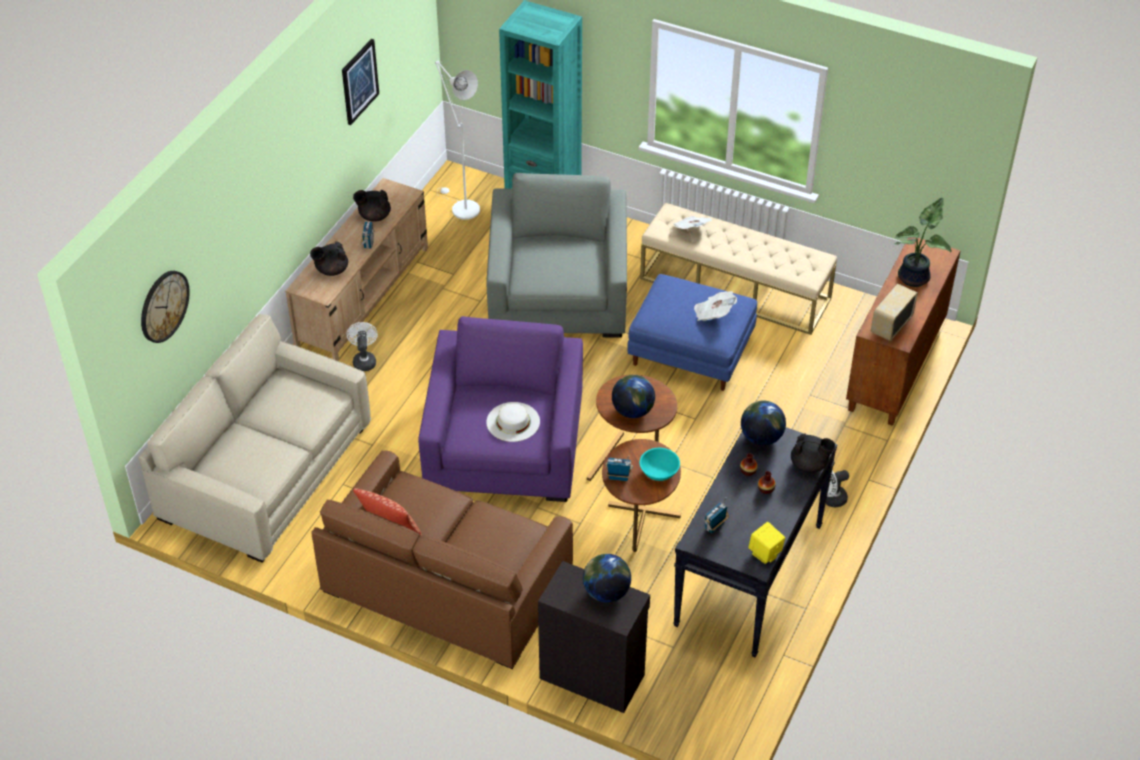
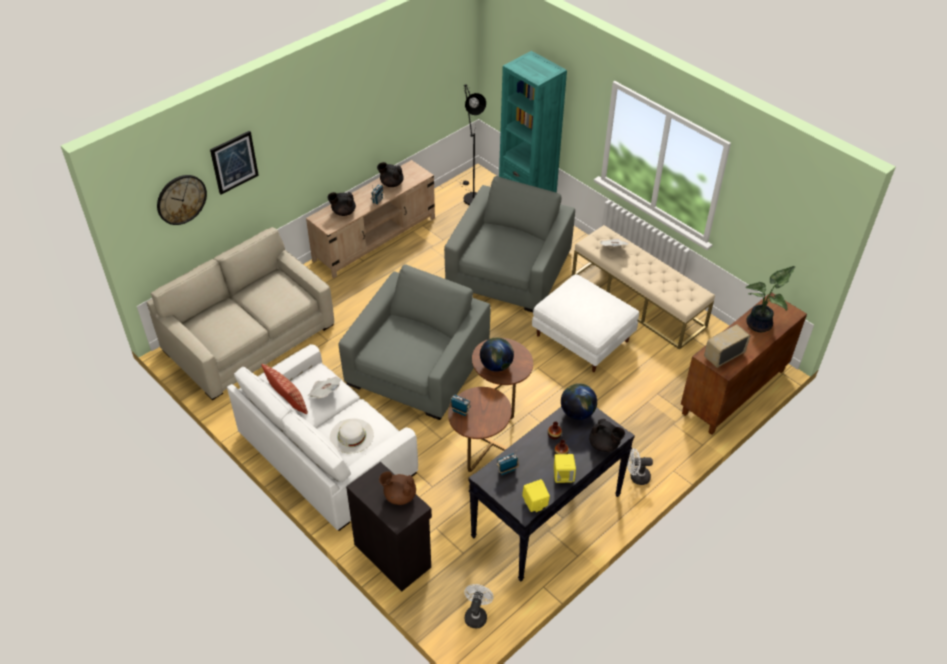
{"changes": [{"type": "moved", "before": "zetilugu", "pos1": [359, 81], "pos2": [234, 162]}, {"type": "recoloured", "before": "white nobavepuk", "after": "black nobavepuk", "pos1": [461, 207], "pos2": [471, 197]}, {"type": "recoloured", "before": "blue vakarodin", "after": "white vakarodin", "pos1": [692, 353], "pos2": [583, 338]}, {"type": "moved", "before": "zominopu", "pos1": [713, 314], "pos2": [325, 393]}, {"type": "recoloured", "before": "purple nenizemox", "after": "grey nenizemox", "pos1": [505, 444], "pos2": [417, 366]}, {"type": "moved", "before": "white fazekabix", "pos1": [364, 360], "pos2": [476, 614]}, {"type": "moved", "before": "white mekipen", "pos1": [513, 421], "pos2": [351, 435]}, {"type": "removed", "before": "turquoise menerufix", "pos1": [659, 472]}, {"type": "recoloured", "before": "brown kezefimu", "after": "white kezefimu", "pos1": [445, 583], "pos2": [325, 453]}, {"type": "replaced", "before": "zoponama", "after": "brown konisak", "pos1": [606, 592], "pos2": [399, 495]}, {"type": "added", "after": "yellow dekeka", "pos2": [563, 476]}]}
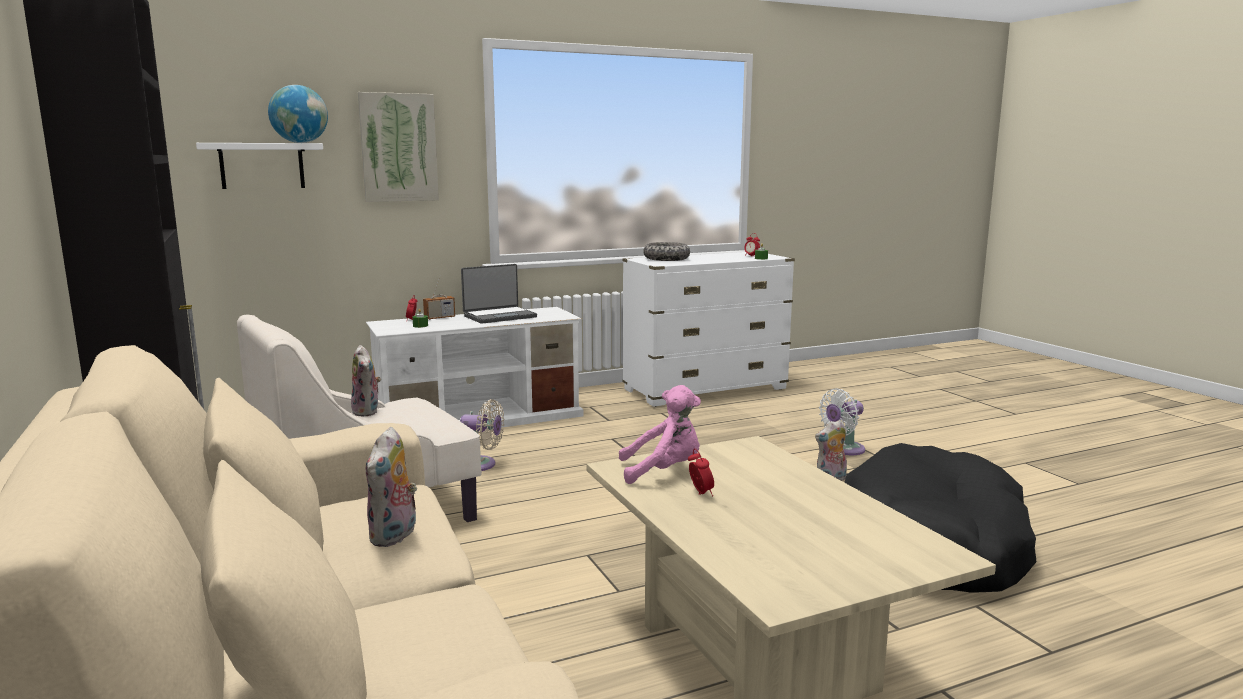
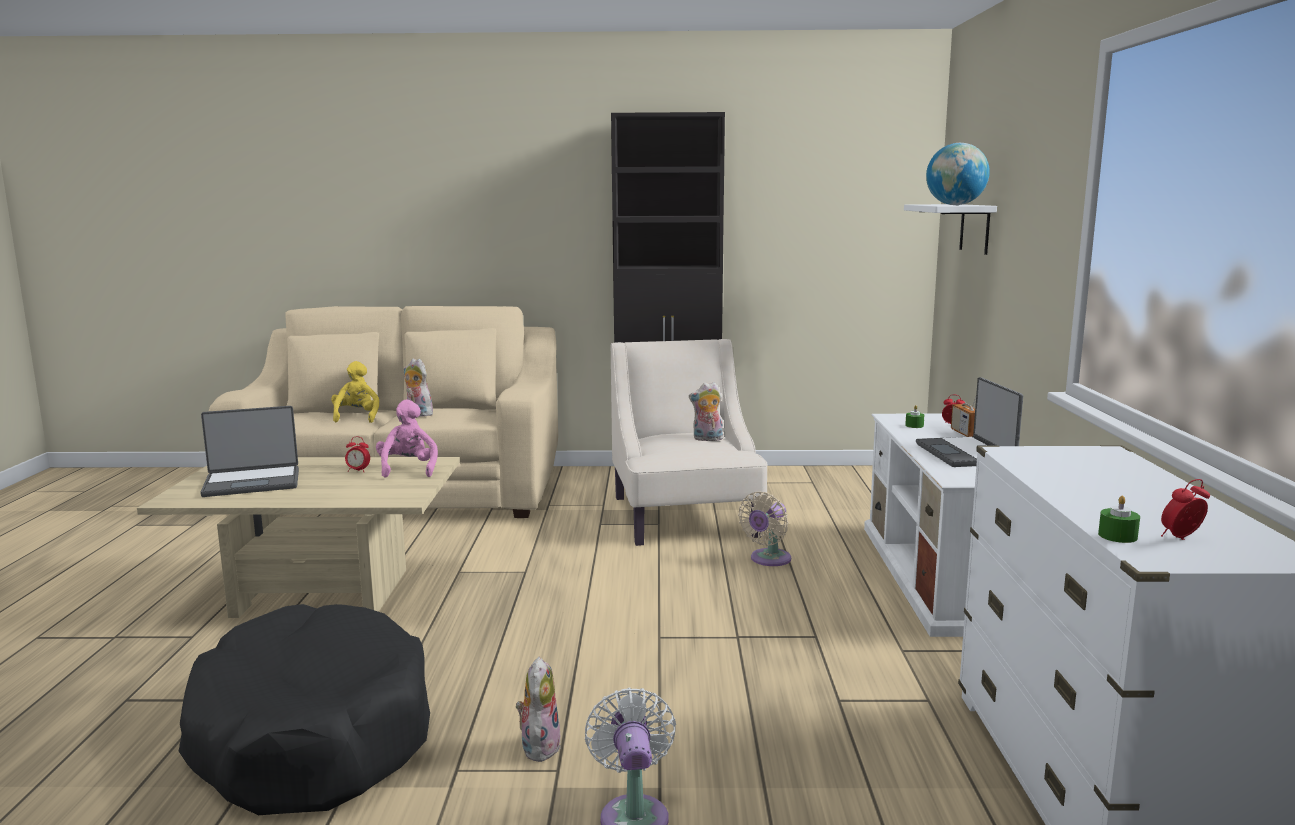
{"changes": [{"type": "removed", "before": "zetilugu", "pos1": [398, 147]}, {"type": "removed", "before": "menerufix", "pos1": [666, 259]}, {"type": "turned", "before": "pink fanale", "pos1": [663, 471], "pos2": [408, 469], "turn": 150}, {"type": "added", "after": "yellow fanale", "pos2": [357, 417]}, {"type": "added", "after": "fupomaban", "pos2": [252, 482]}]}
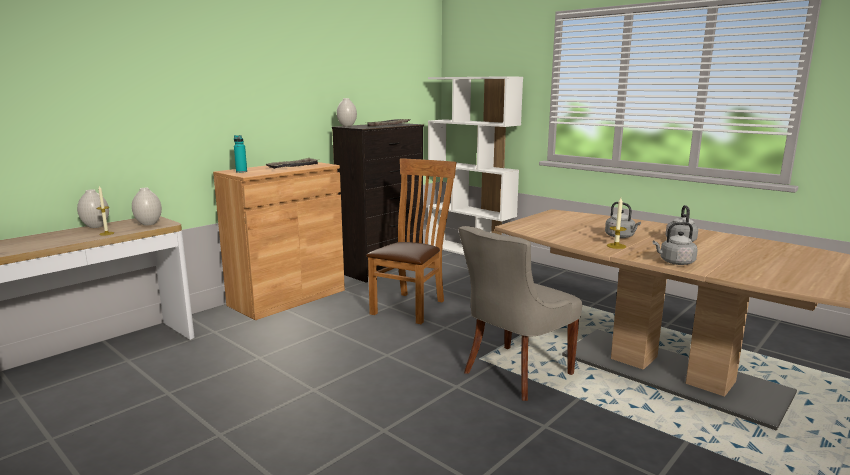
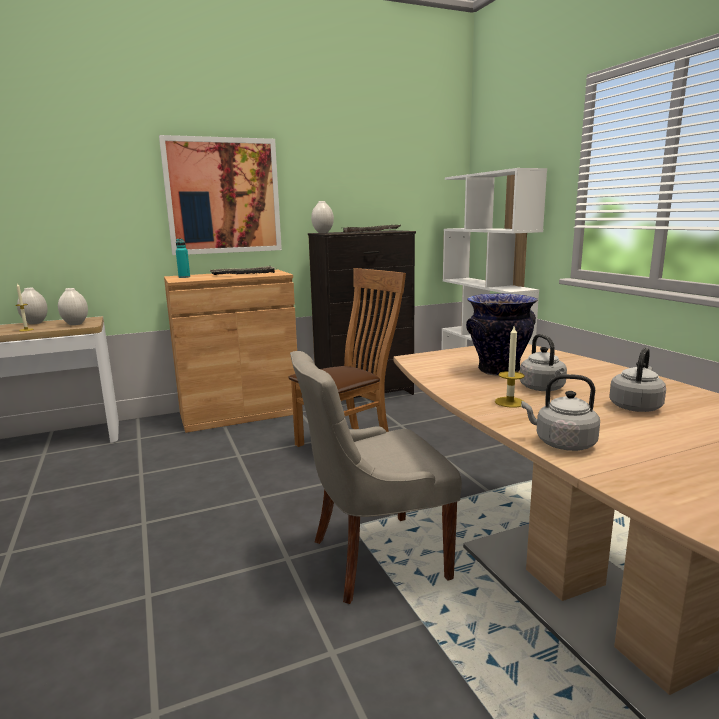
{"changes": [{"type": "added", "after": "zetilugu", "pos2": [223, 196]}, {"type": "added", "after": "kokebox", "pos2": [498, 370]}]}
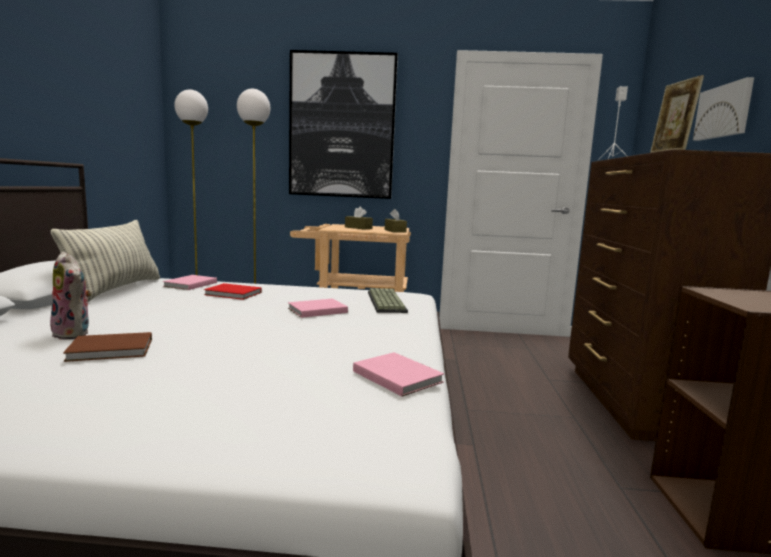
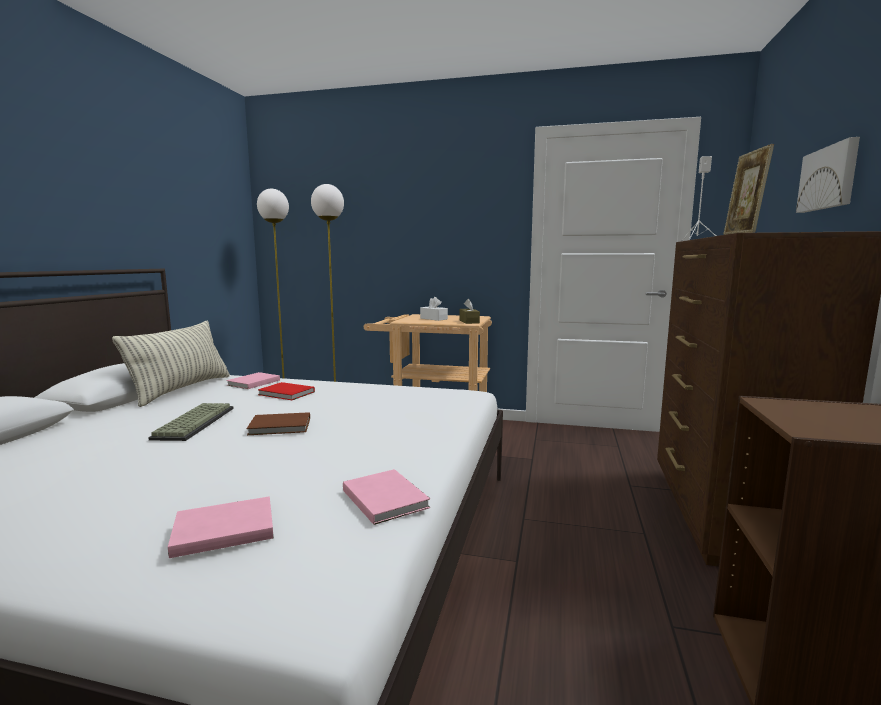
{"changes": [{"type": "removed", "before": "zetilugu", "pos1": [342, 126]}, {"type": "recoloured", "before": "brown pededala", "after": "white pededala", "pos1": [358, 228], "pos2": [433, 319]}, {"type": "removed", "before": "fanale", "pos1": [74, 334]}, {"type": "moved", "before": "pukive", "pos1": [384, 302], "pos2": [194, 422]}, {"type": "moved", "before": "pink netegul", "pos1": [316, 310], "pos2": [221, 529]}, {"type": "moved", "before": "brown netegul", "pos1": [113, 350], "pos2": [281, 427]}]}
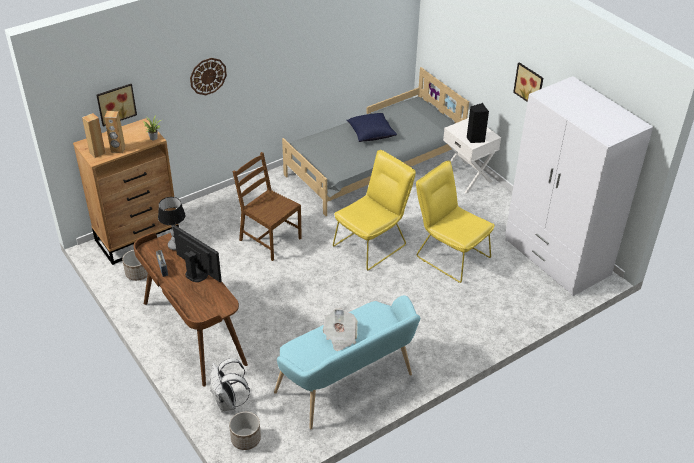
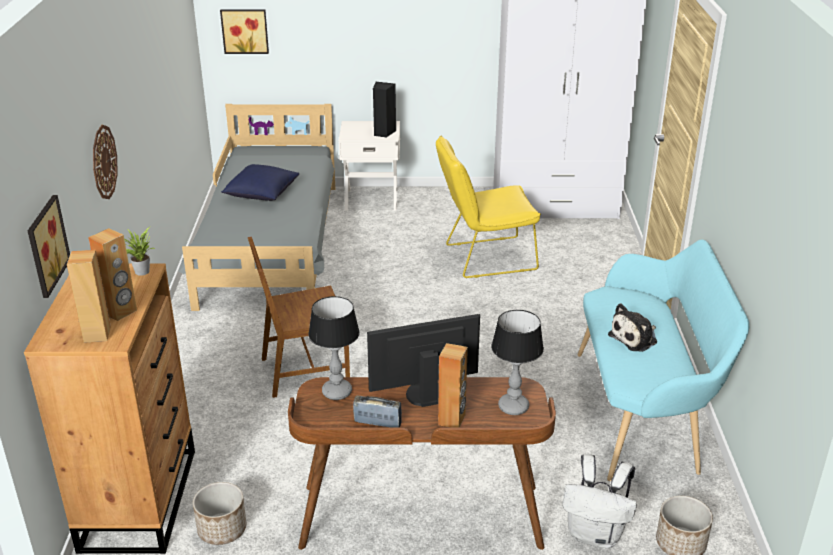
{"changes": [{"type": "moved", "before": "zetilugu", "pos1": [530, 84], "pos2": [245, 30]}, {"type": "removed", "before": "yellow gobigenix", "pos1": [373, 243]}, {"type": "replaced", "before": "zominopu", "after": "fanale", "pos1": [340, 337], "pos2": [635, 338]}, {"type": "added", "after": "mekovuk", "pos2": [514, 407]}, {"type": "added", "after": "brown dekeka", "pos2": [452, 420]}]}
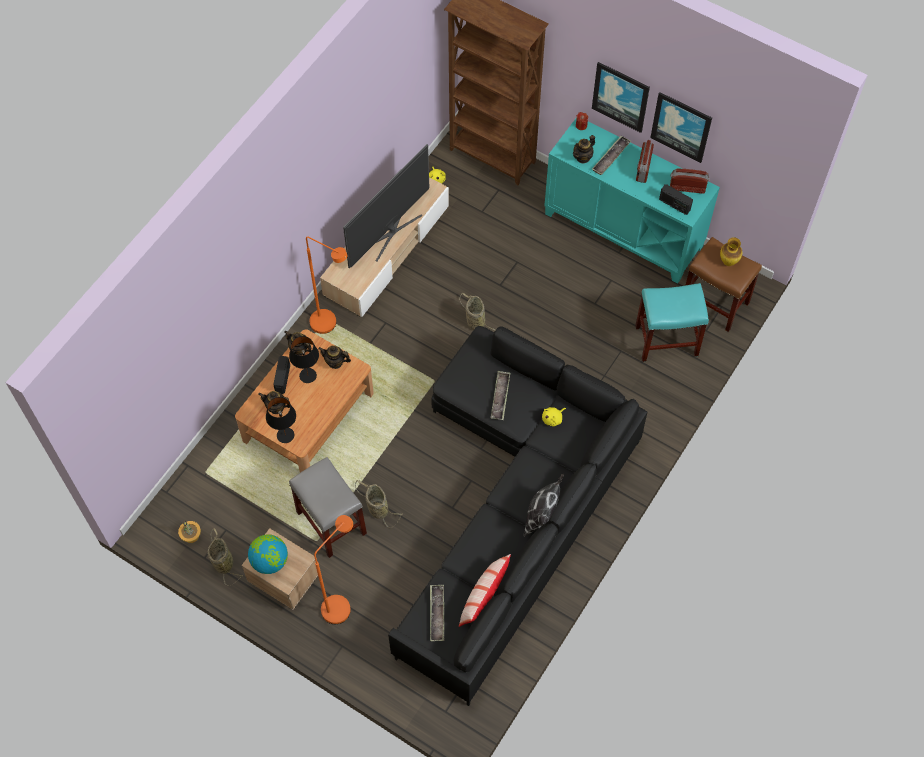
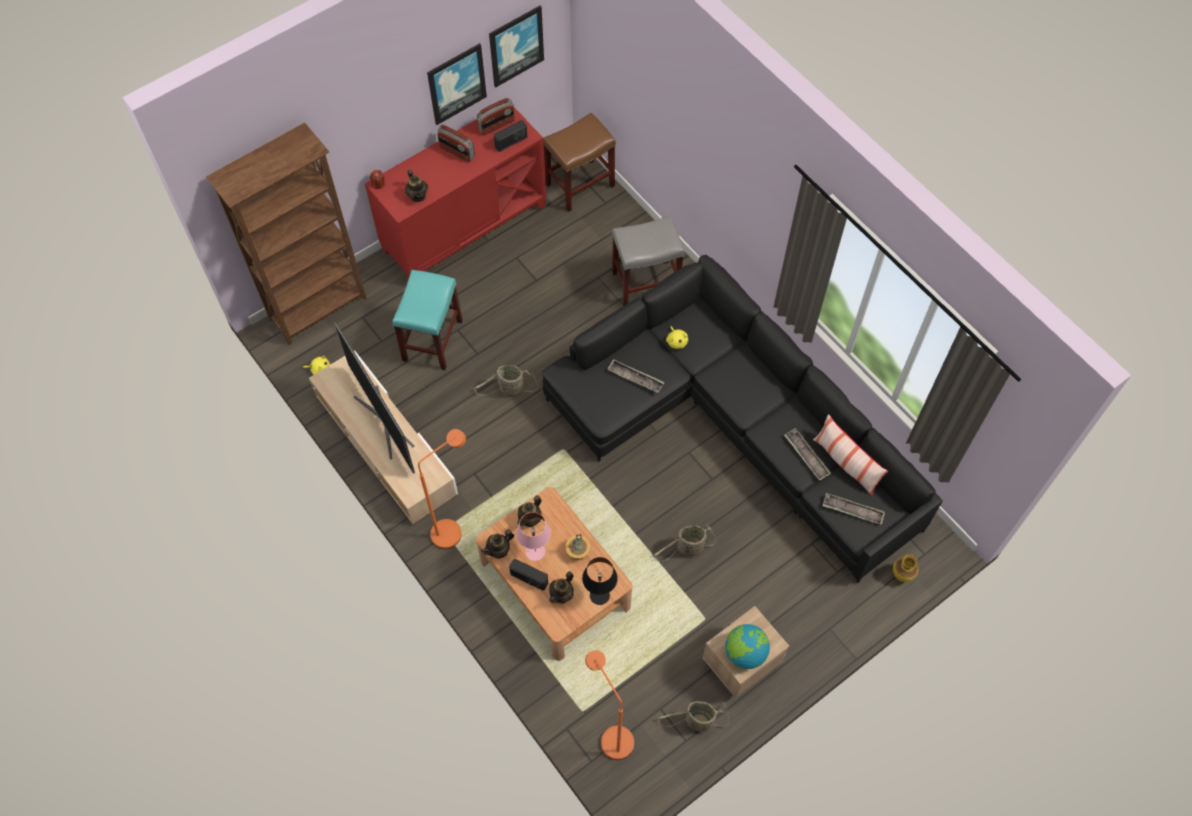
{"changes": [{"type": "moved", "before": "zetilugu", "pos1": [621, 96], "pos2": [516, 45]}, {"type": "recoloured", "before": "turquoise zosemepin", "after": "red zosemepin", "pos1": [624, 229], "pos2": [464, 227]}, {"type": "moved", "before": "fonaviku", "pos1": [611, 157], "pos2": [806, 456]}, {"type": "turned", "before": "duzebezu", "pos1": [687, 187], "pos2": [496, 125], "turn": -150}, {"type": "moved", "before": "kokebox", "pos1": [728, 262], "pos2": [901, 575]}, {"type": "moved", "before": "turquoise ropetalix", "pos1": [667, 340], "pos2": [432, 340]}, {"type": "recoloured", "before": "black mekovuk", "after": "pink mekovuk", "pos1": [308, 375], "pos2": [535, 551]}, {"type": "moved", "before": "grey ropetalix", "pos1": [332, 523], "pos2": [646, 282]}, {"type": "removed", "before": "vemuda", "pos1": [542, 515]}, {"type": "moved", "before": "orange nobavepuk", "pos1": [340, 603], "pos2": [611, 735]}, {"type": "moved", "before": "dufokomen", "pos1": [191, 535], "pos2": [578, 551]}]}
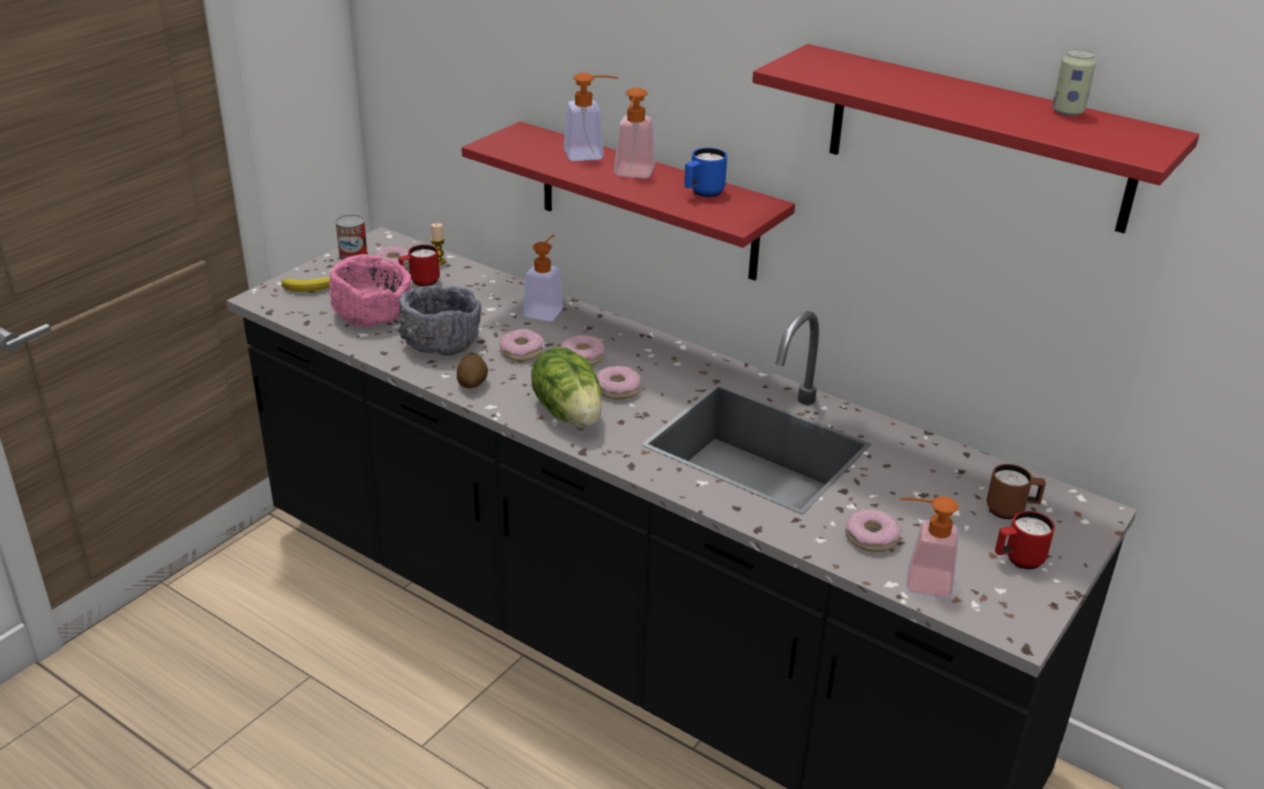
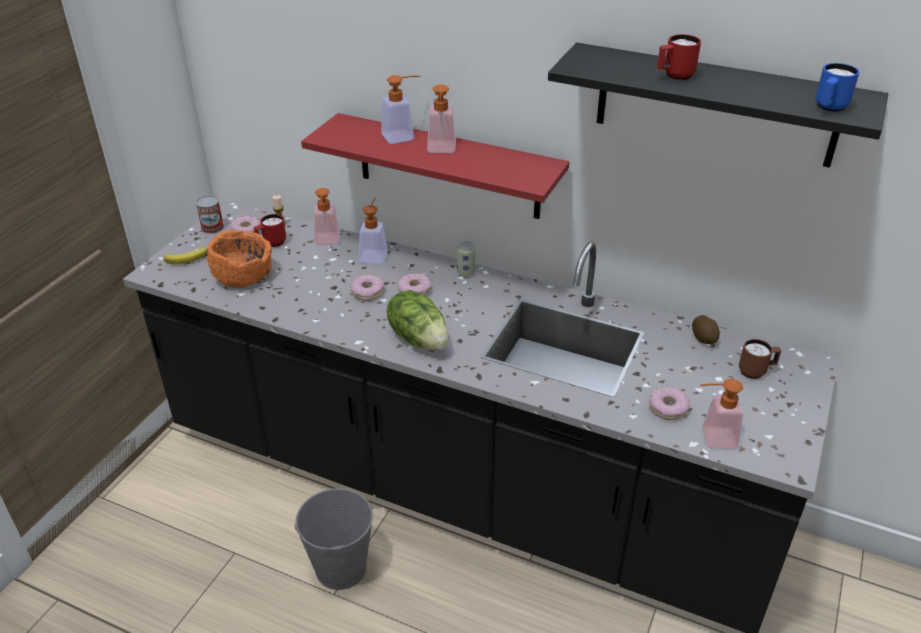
{"changes": [{"type": "recoloured", "before": "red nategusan", "after": "black nategusan", "pos1": [978, 138], "pos2": [715, 105]}, {"type": "moved", "before": "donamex", "pos1": [1067, 112], "pos2": [466, 273]}, {"type": "moved", "before": "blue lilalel", "pos1": [702, 193], "pos2": [828, 108]}, {"type": "recoloured", "before": "pink menerufix", "after": "orange menerufix", "pos1": [372, 314], "pos2": [243, 275]}, {"type": "removed", "before": "grey menerufix", "pos1": [441, 342]}, {"type": "moved", "before": "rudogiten", "pos1": [473, 383], "pos2": [704, 338]}, {"type": "removed", "before": "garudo", "pos1": [617, 389]}, {"type": "moved", "before": "red lilalel", "pos1": [1018, 560], "pos2": [674, 76]}, {"type": "added", "after": "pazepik", "pos2": [327, 242]}, {"type": "added", "after": "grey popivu", "pos2": [340, 567]}]}
